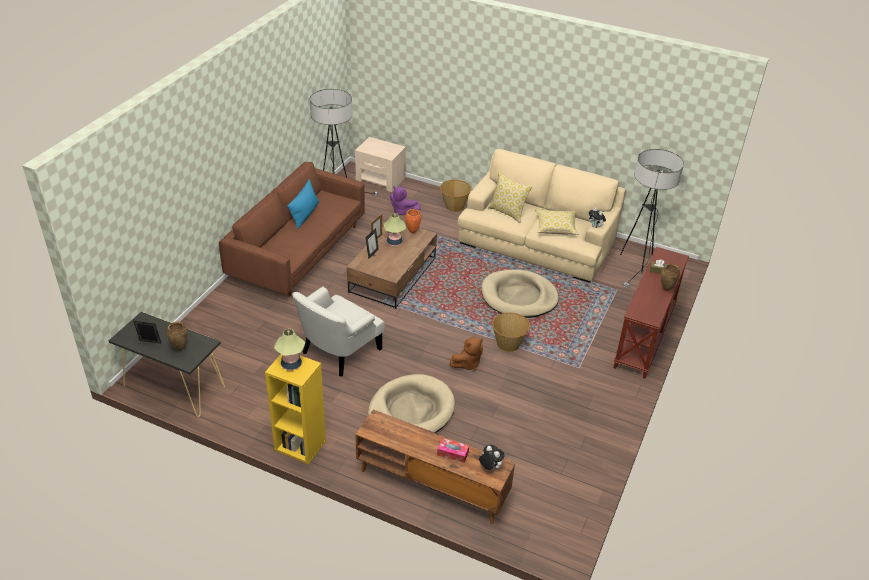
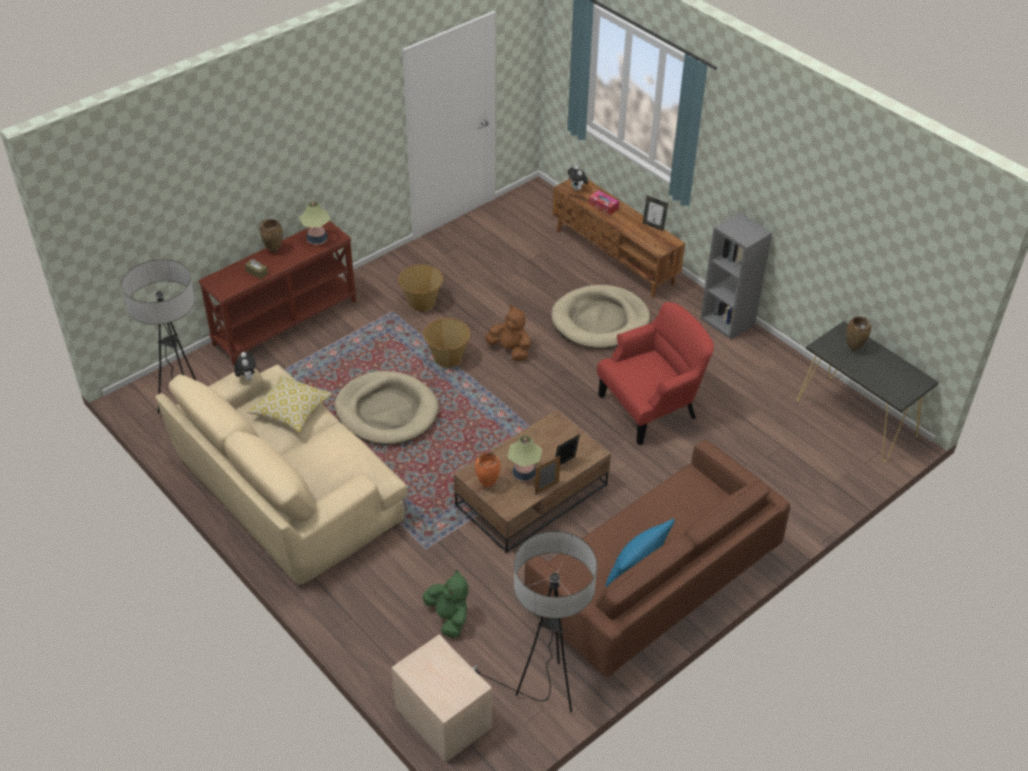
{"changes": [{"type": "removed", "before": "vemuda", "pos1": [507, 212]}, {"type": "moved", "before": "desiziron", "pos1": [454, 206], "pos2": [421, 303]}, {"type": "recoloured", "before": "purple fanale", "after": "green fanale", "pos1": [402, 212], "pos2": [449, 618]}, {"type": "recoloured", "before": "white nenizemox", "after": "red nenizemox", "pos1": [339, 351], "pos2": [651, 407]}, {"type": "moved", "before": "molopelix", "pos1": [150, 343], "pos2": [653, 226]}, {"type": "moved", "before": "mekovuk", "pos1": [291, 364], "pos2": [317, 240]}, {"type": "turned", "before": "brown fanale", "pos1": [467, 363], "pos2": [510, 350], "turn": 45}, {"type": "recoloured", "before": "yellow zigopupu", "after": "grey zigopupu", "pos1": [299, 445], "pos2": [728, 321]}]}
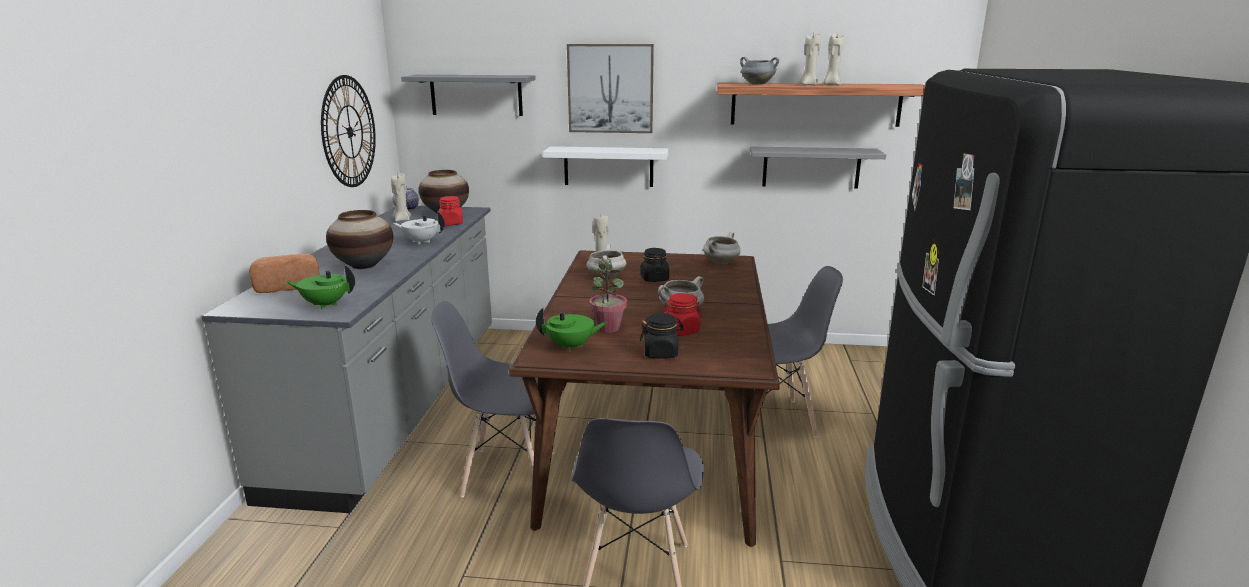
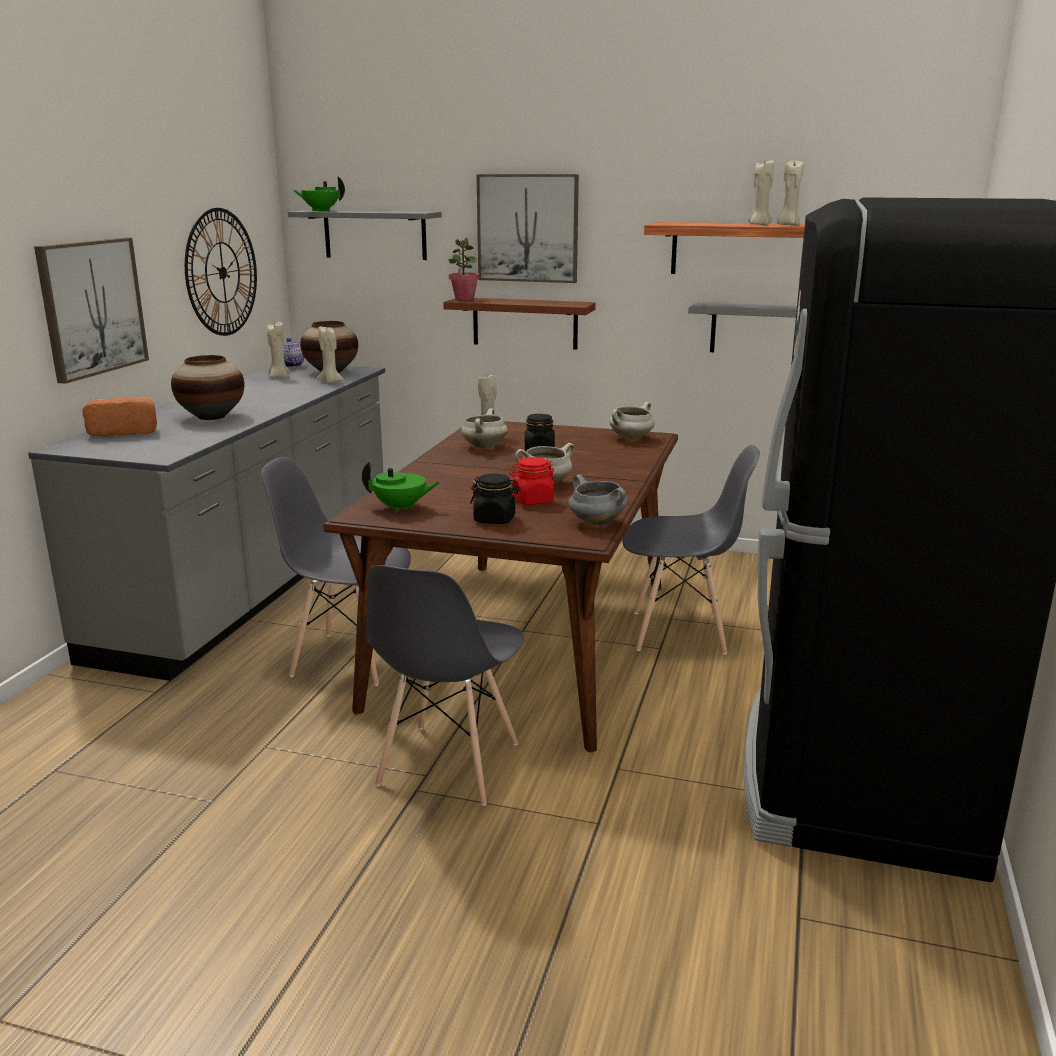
{"changes": [{"type": "moved", "before": "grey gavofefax", "pos1": [757, 84], "pos2": [595, 523]}, {"type": "recoloured", "before": "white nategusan", "after": "brown nategusan", "pos1": [608, 166], "pos2": [525, 323]}, {"type": "replaced", "before": "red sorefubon", "after": "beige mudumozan", "pos1": [451, 223], "pos2": [330, 382]}, {"type": "removed", "before": "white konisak", "pos1": [421, 242]}, {"type": "moved", "before": "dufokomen", "pos1": [608, 328], "pos2": [464, 299]}, {"type": "moved", "before": "green konisak", "pos1": [325, 304], "pos2": [321, 210]}, {"type": "added", "after": "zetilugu", "pos2": [92, 307]}]}
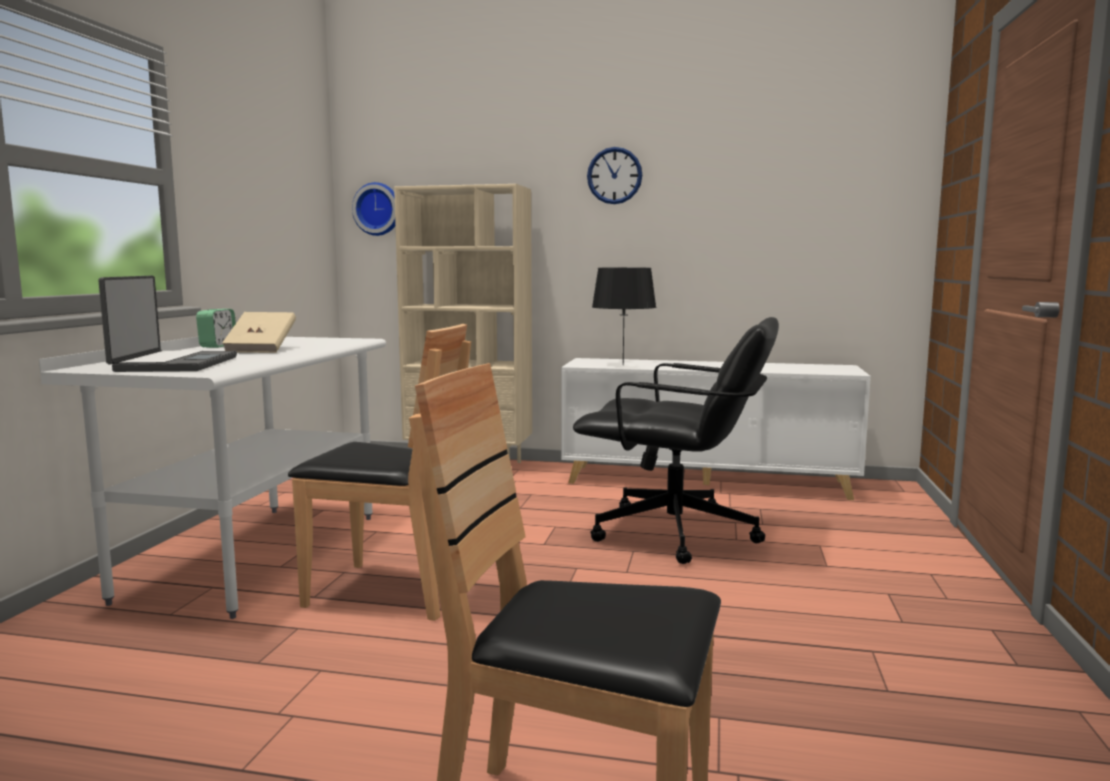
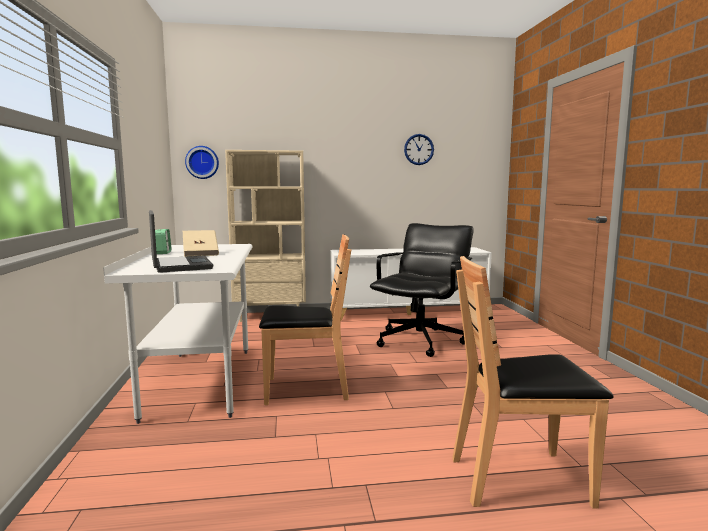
{"changes": [{"type": "moved", "before": "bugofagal", "pos1": [614, 175], "pos2": [419, 149]}, {"type": "removed", "before": "black mekovuk", "pos1": [623, 365]}, {"type": "turned", "before": "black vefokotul", "pos1": [676, 534], "pos2": [421, 341], "turn": -60}]}
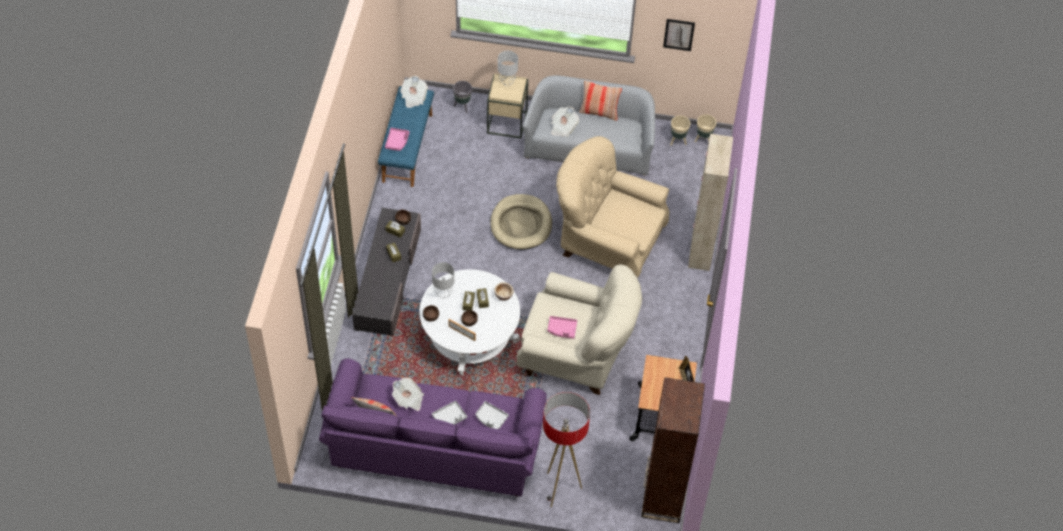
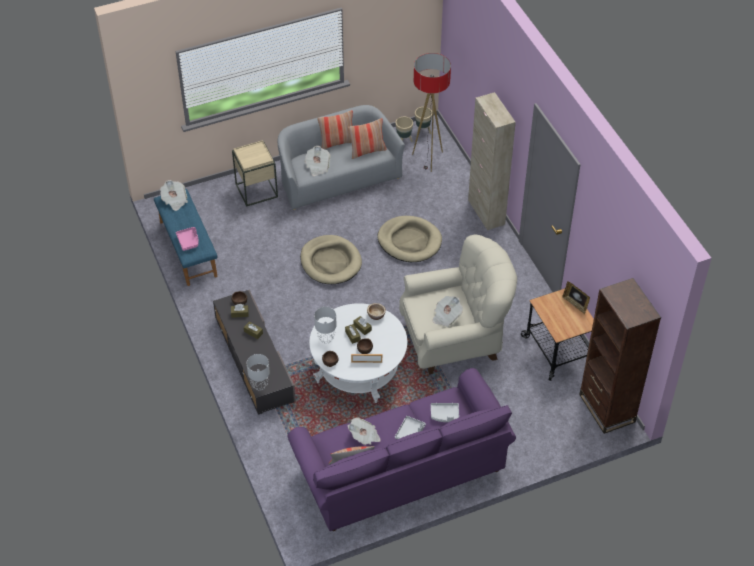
{"changes": [{"type": "removed", "before": "zetilugu", "pos1": [679, 34]}, {"type": "moved", "before": "grey mekovuk", "pos1": [507, 82], "pos2": [259, 386]}, {"type": "removed", "before": "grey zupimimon", "pos1": [462, 107]}, {"type": "replaced", "before": "beige nenizemox", "after": "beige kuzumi", "pos1": [607, 241], "pos2": [409, 241]}, {"type": "replaced", "before": "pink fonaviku", "after": "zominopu", "pos1": [562, 329], "pos2": [446, 316]}, {"type": "moved", "before": "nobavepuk", "pos1": [559, 489], "pos2": [428, 159]}, {"type": "added", "after": "vemuda", "pos2": [367, 151]}]}
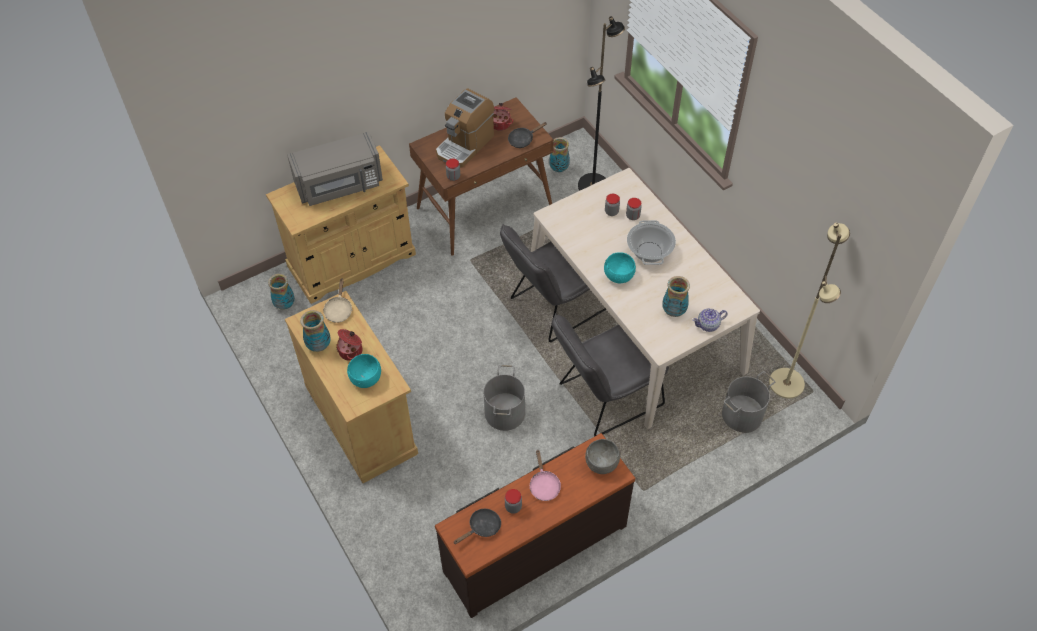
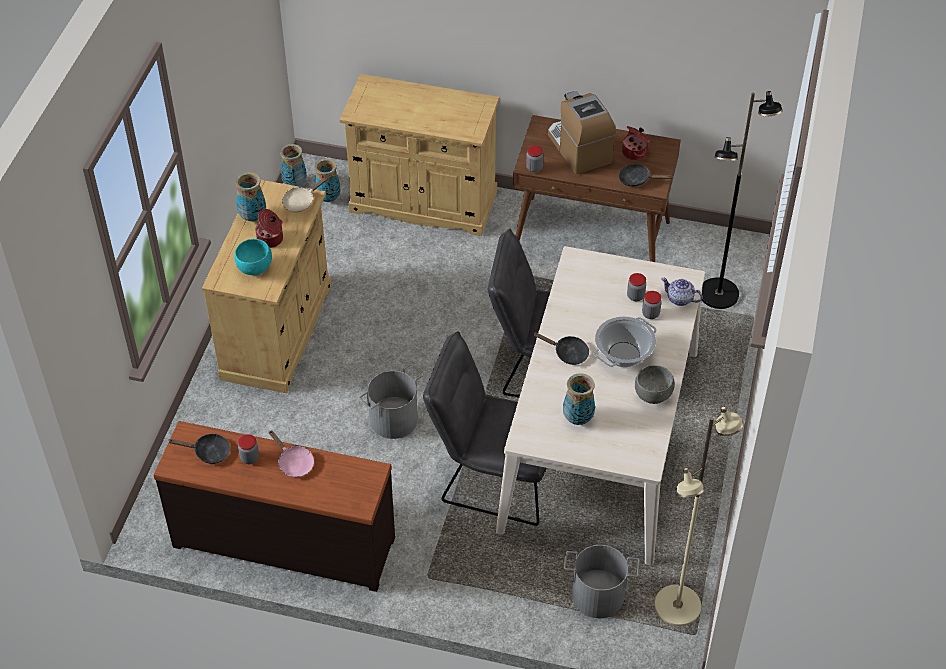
{"changes": [{"type": "turned", "before": "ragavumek", "pos1": [465, 145], "pos2": [579, 148], "turn": 75}, {"type": "removed", "before": "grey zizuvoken", "pos1": [339, 185]}, {"type": "moved", "before": "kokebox", "pos1": [559, 169], "pos2": [295, 184]}, {"type": "replaced", "before": "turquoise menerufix", "after": "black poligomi", "pos1": [618, 277], "pos2": [567, 353]}, {"type": "moved", "before": "konisak", "pos1": [708, 325], "pos2": [680, 299]}, {"type": "moved", "before": "grey menerufix", "pos1": [601, 463], "pos2": [652, 394]}, {"type": "turned", "before": "pink poligomi", "pos1": [544, 485], "pos2": [293, 462], "turn": -75}]}
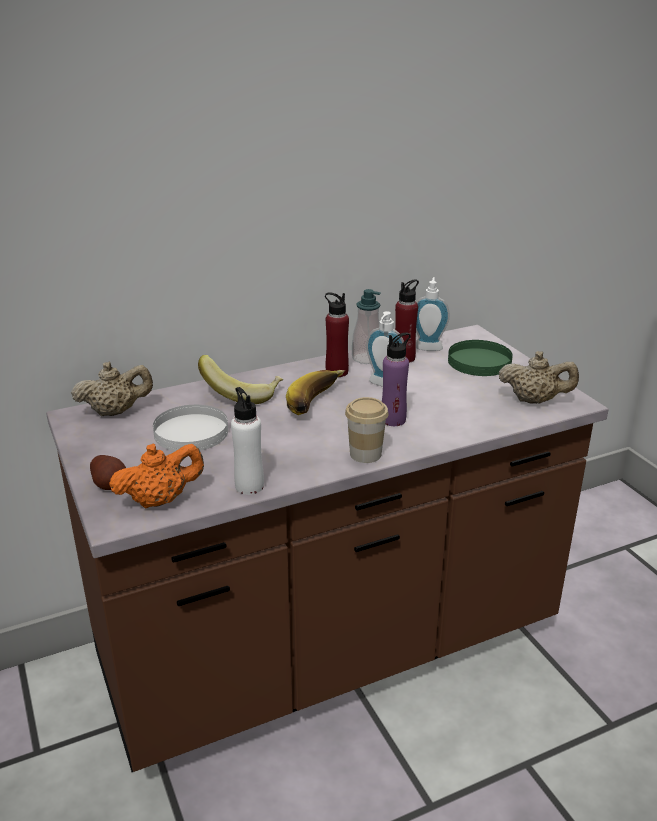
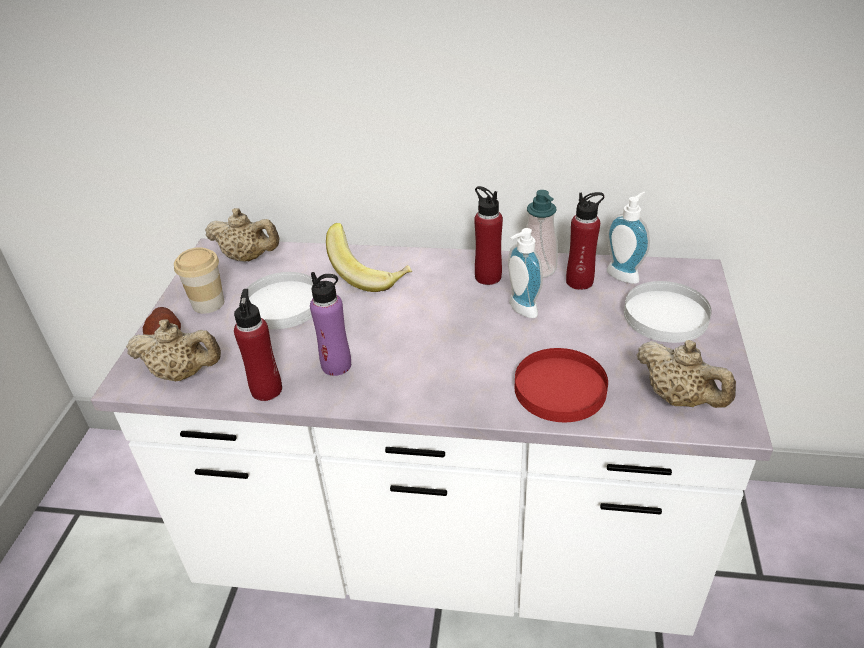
{"changes": [{"type": "recoloured", "before": "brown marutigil", "after": "white marutigil", "pos1": [328, 648], "pos2": [444, 544]}, {"type": "moved", "before": "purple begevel", "pos1": [393, 420], "pos2": [336, 365]}, {"type": "recoloured", "before": "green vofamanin", "after": "white vofamanin", "pos1": [479, 362], "pos2": [665, 316]}, {"type": "removed", "before": "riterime", "pos1": [319, 404]}, {"type": "recoloured", "before": "white begevel", "after": "red begevel", "pos1": [249, 486], "pos2": [266, 389]}, {"type": "moved", "before": "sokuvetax", "pos1": [365, 454], "pos2": [208, 303]}, {"type": "recoloured", "before": "orange konisak", "after": "beige konisak", "pos1": [160, 500], "pos2": [183, 373]}, {"type": "added", "after": "red vofamanin", "pos2": [560, 388]}]}
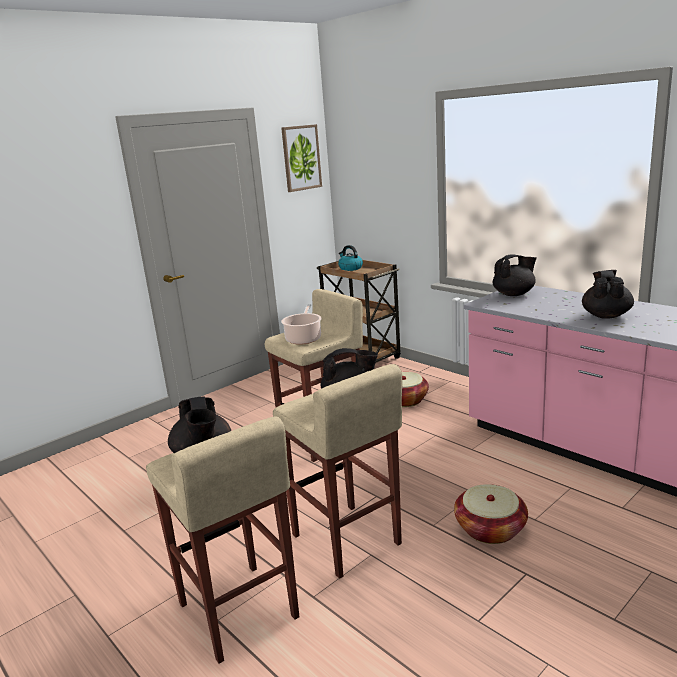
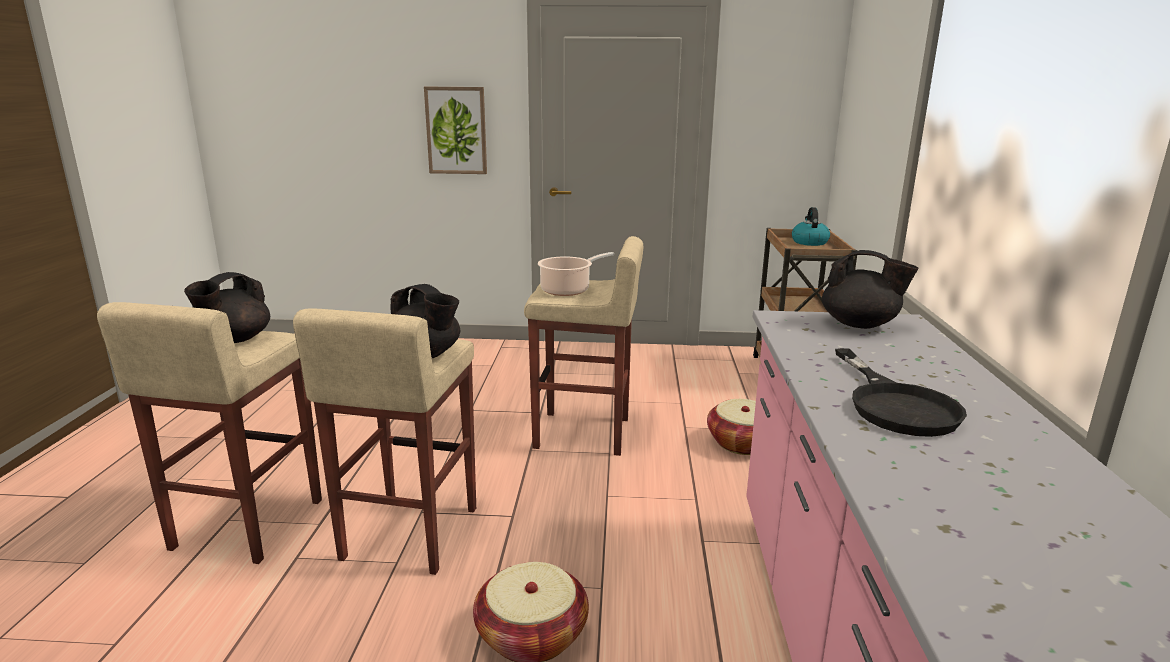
{"changes": [{"type": "moved", "before": "zetilugu", "pos1": [301, 158], "pos2": [456, 130]}, {"type": "replaced", "before": "black konisak", "after": "black poligomi", "pos1": [606, 315], "pos2": [895, 404]}]}
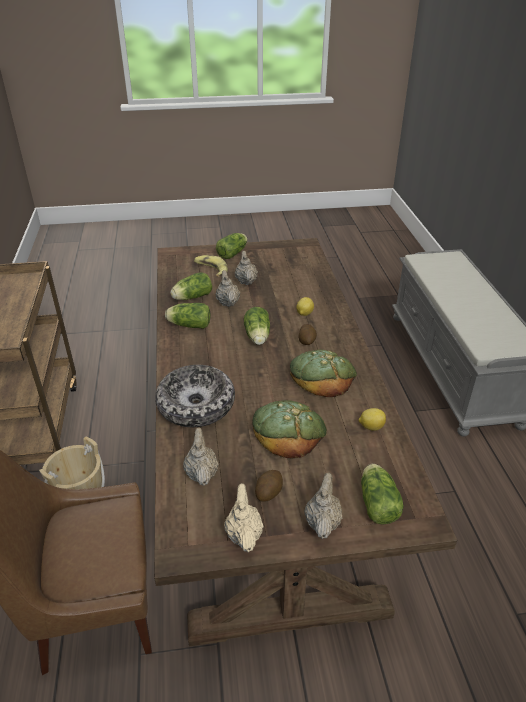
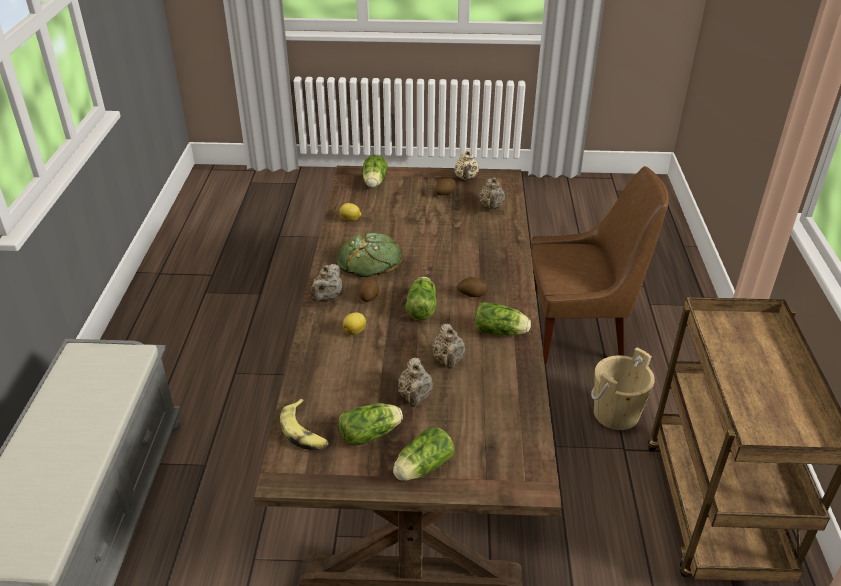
{"changes": [{"type": "moved", "before": "riterime", "pos1": [211, 269], "pos2": [305, 432]}, {"type": "moved", "before": "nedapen", "pos1": [191, 297], "pos2": [372, 434]}, {"type": "removed", "before": "menerufix", "pos1": [196, 405]}, {"type": "removed", "before": "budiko", "pos1": [288, 431]}, {"type": "moved", "before": "beige konisak", "pos1": [322, 521], "pos2": [327, 297]}, {"type": "added", "after": "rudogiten", "pos2": [472, 294]}]}
